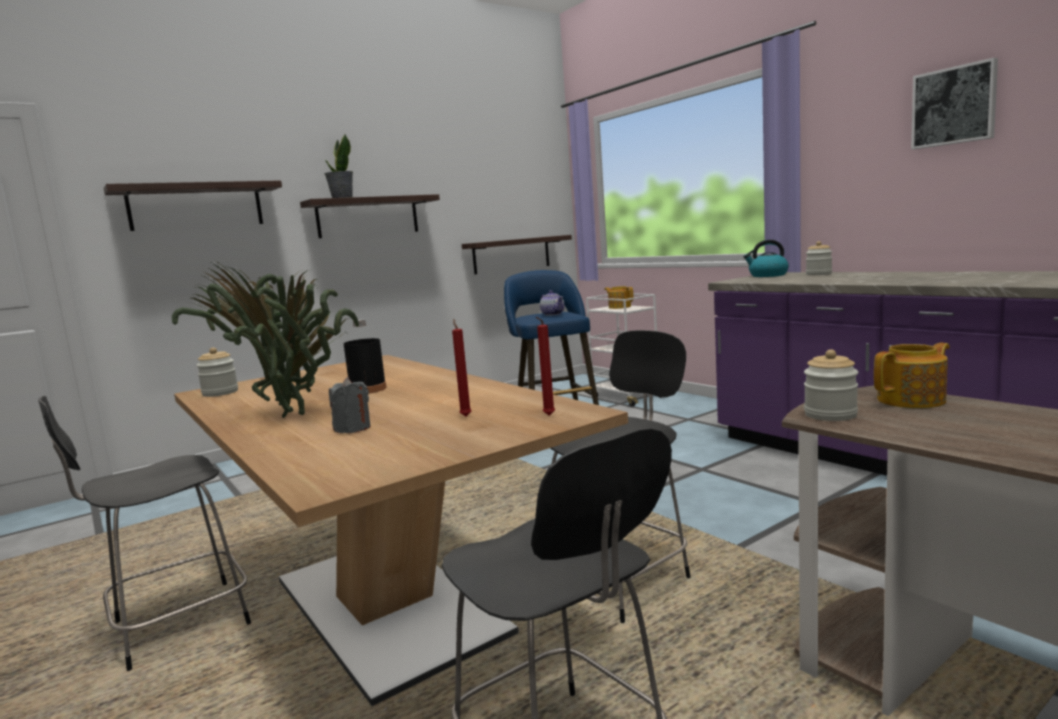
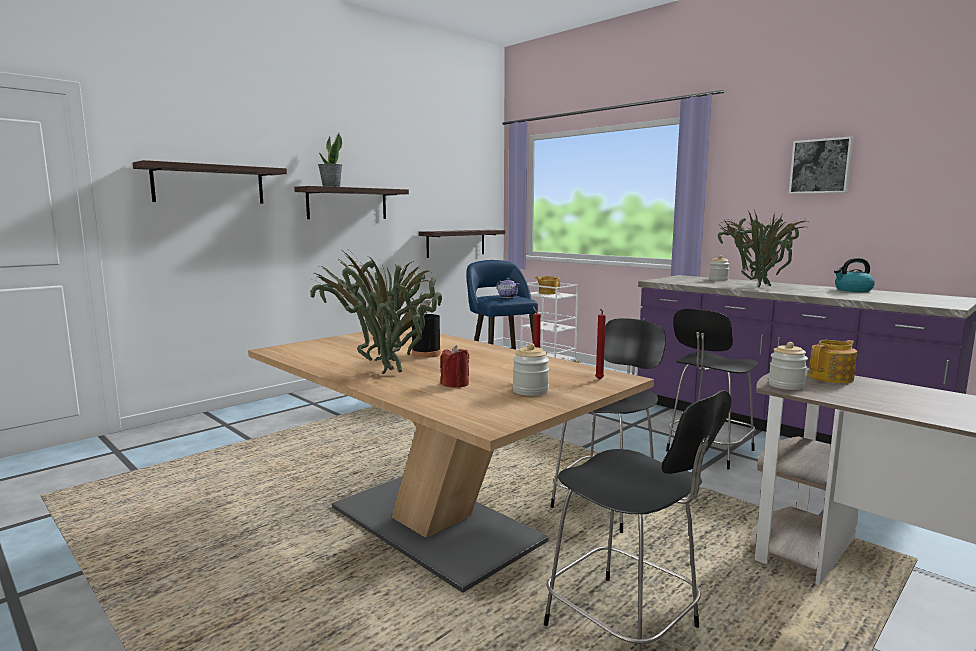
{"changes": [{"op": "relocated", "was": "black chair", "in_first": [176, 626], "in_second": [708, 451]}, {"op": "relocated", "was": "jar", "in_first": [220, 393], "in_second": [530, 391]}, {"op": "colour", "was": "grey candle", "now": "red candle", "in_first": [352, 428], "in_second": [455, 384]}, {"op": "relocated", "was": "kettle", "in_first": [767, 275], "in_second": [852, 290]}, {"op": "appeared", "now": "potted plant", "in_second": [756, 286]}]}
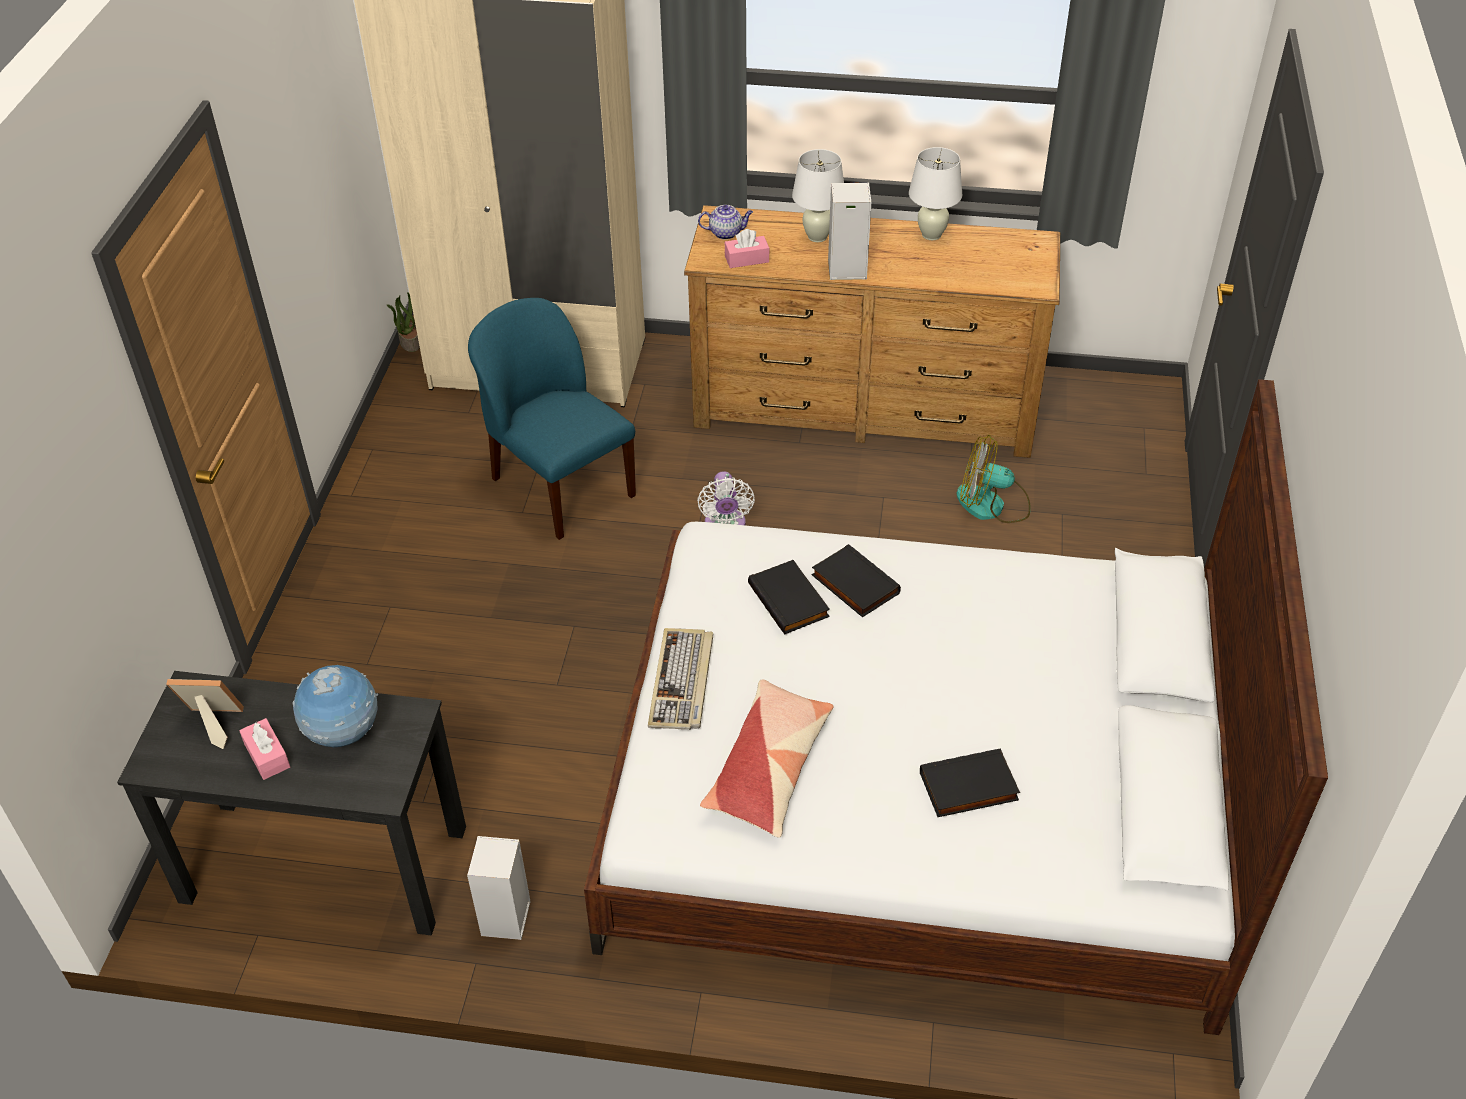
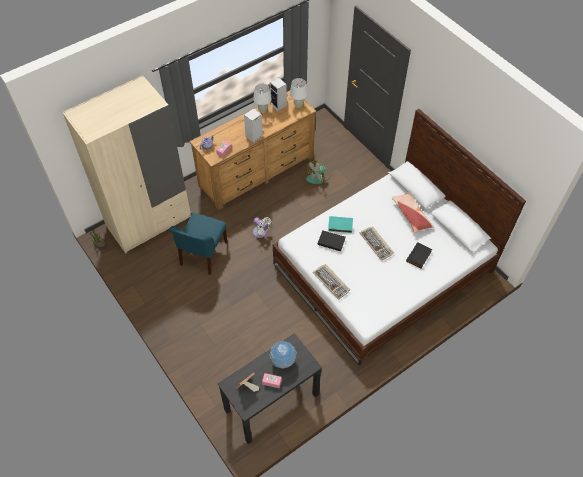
{"changes": [{"op": "relocated", "was": "speaker", "in_first": [506, 920], "in_second": [279, 105]}, {"op": "spun", "was": "blue chair", "in_first": [561, 486], "in_second": [203, 254], "clockwise": -75}, {"op": "relocated", "was": "pillow", "in_first": [769, 767], "in_second": [411, 215]}, {"op": "relocated", "was": "white table lamp", "in_first": [817, 237], "in_second": [298, 105]}, {"op": "colour", "was": "black book", "now": "turquoise book", "in_first": [853, 585], "in_second": [340, 226]}, {"op": "appeared", "now": "keyboard", "in_second": [376, 244]}]}
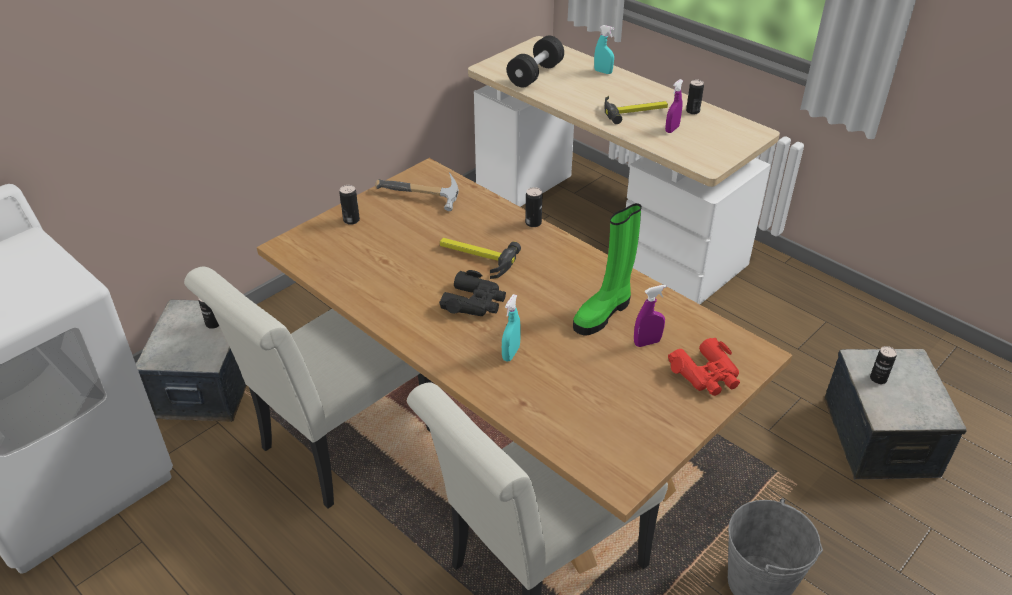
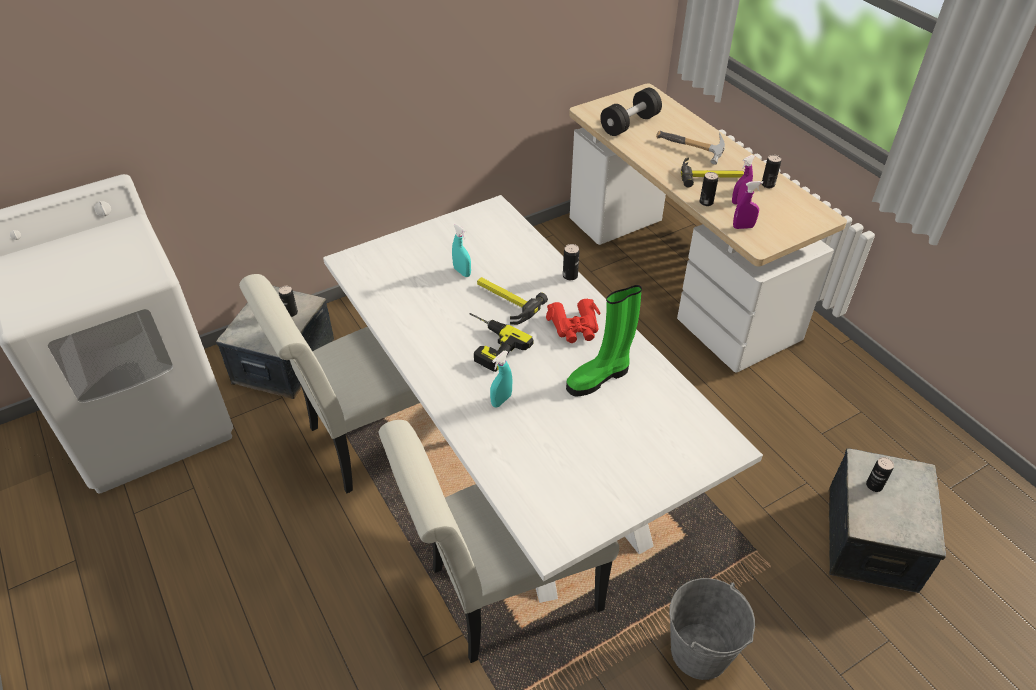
{"changes": [{"op": "colour", "was": "brown dining table", "now": "white dining table", "in_first": [507, 434], "in_second": [519, 460]}, {"op": "relocated", "was": "can", "in_first": [351, 220], "in_second": [706, 202]}, {"op": "relocated", "was": "hammer", "in_first": [419, 199], "in_second": [690, 151]}, {"op": "exchanged", "was": "black binoculars", "now": "power drill", "in_first": [474, 302], "in_second": [488, 344]}, {"op": "relocated", "was": "turquoise spray bottle", "in_first": [603, 72], "in_second": [462, 272]}, {"op": "relocated", "was": "purple spray bottle", "in_first": [647, 342], "in_second": [743, 227]}, {"op": "relocated", "was": "red binoculars", "in_first": [706, 375], "in_second": [575, 327]}]}
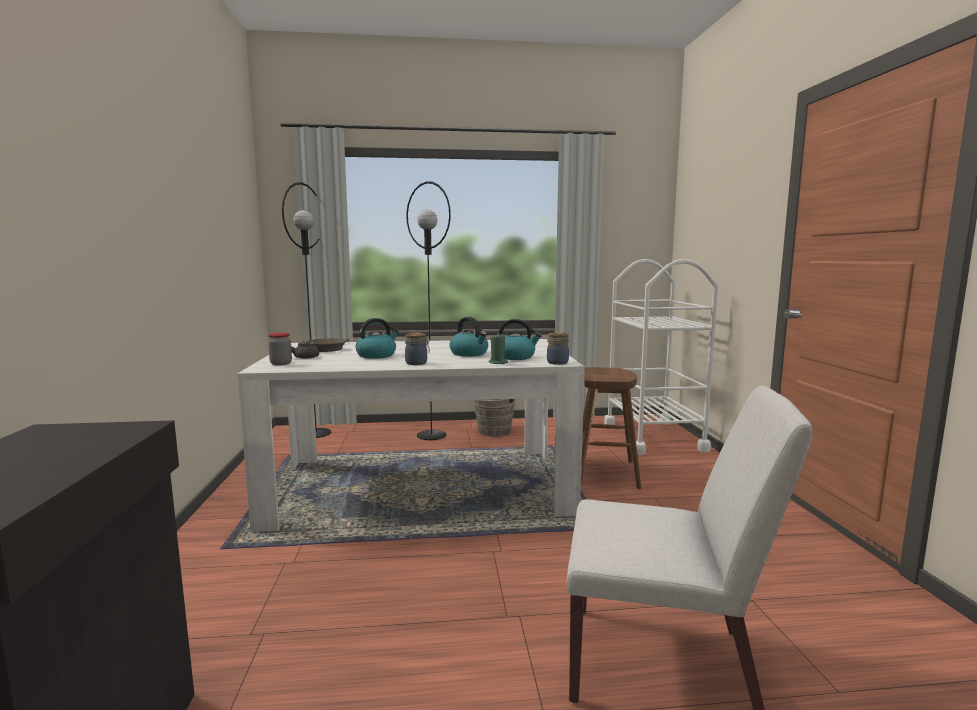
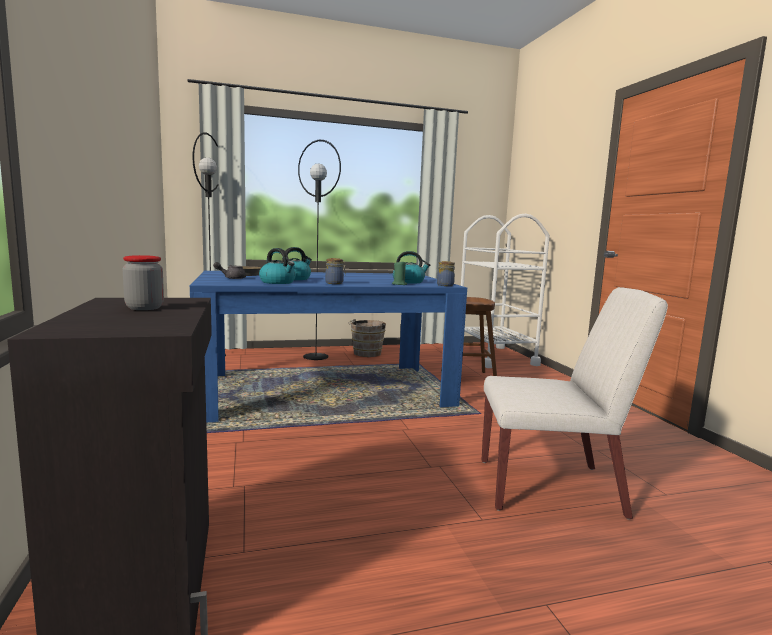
{"changes": [{"op": "colour", "was": "white dining table", "now": "blue dining table", "in_first": [421, 486], "in_second": [324, 391]}, {"op": "relocated", "was": "jar", "in_first": [281, 364], "in_second": [144, 308]}, {"op": "relocated", "was": "kettle", "in_first": [469, 353], "in_second": [278, 282]}]}
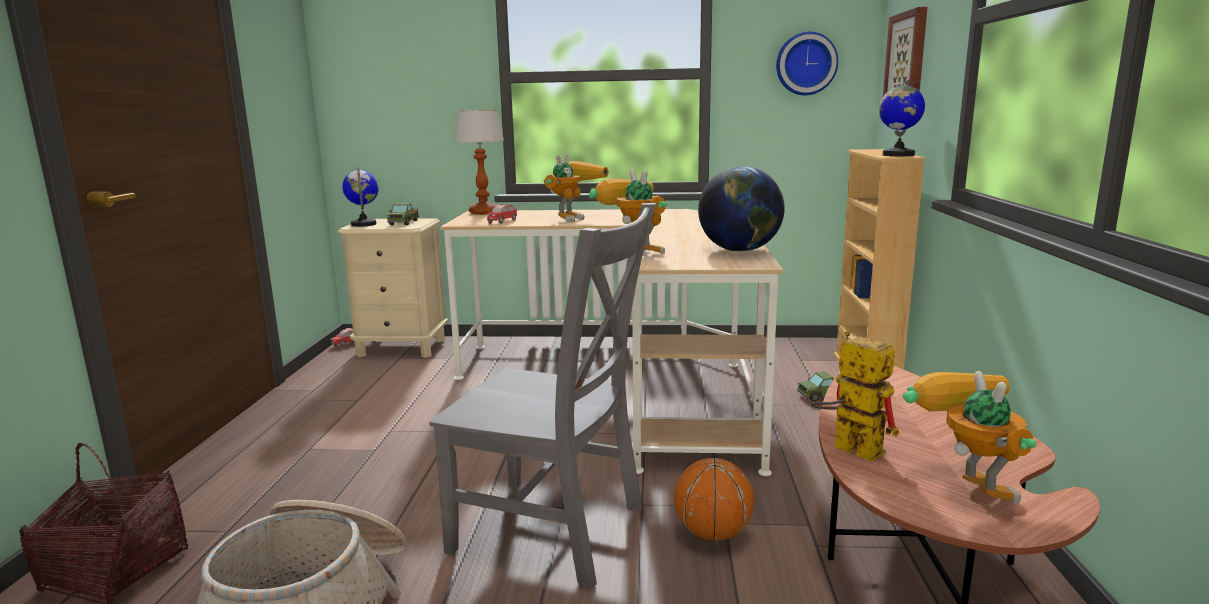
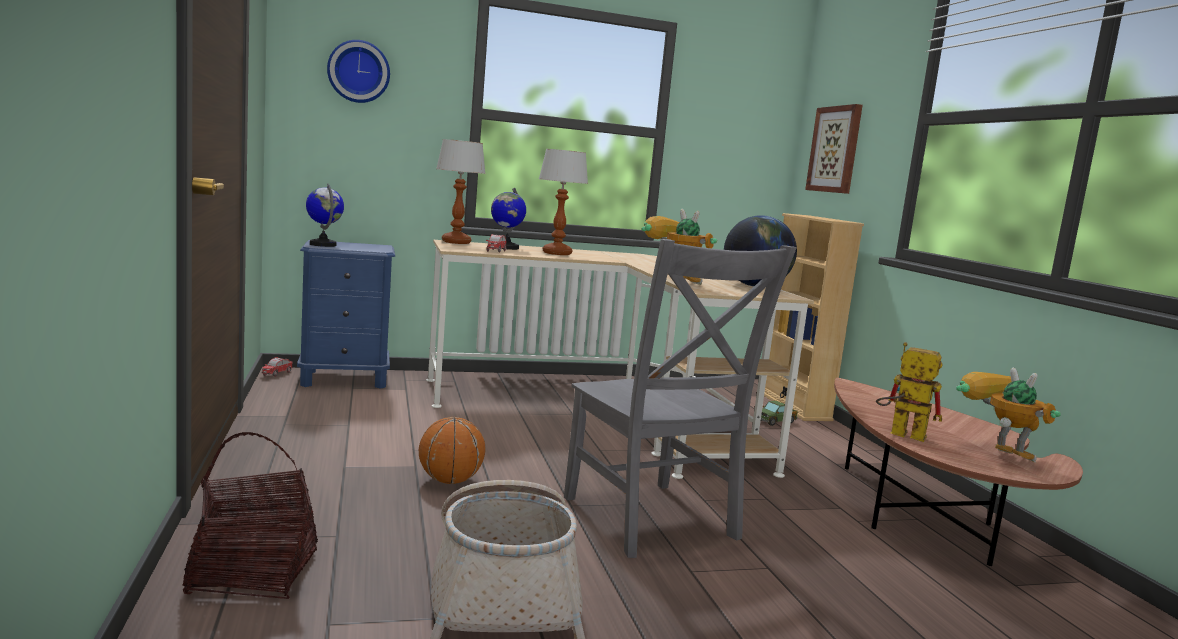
{"changes": [{"op": "colour", "was": "beige nightstand", "now": "blue nightstand", "in_first": [402, 348], "in_second": [344, 379]}, {"op": "missing", "was": "toy truck", "in_first": [404, 223]}, {"op": "spun", "was": "grey chair", "in_first": [555, 531], "in_second": [652, 521], "clockwise": 60}, {"op": "exchanged", "was": "toy robot", "now": "table lamp", "in_first": [573, 218], "in_second": [556, 253]}, {"op": "relocated", "was": "basketball", "in_first": [713, 534], "in_second": [450, 481]}, {"op": "relocated", "was": "wall clock", "in_first": [805, 64], "in_second": [359, 72]}, {"op": "relocated", "was": "globe", "in_first": [897, 155], "in_second": [506, 248]}]}
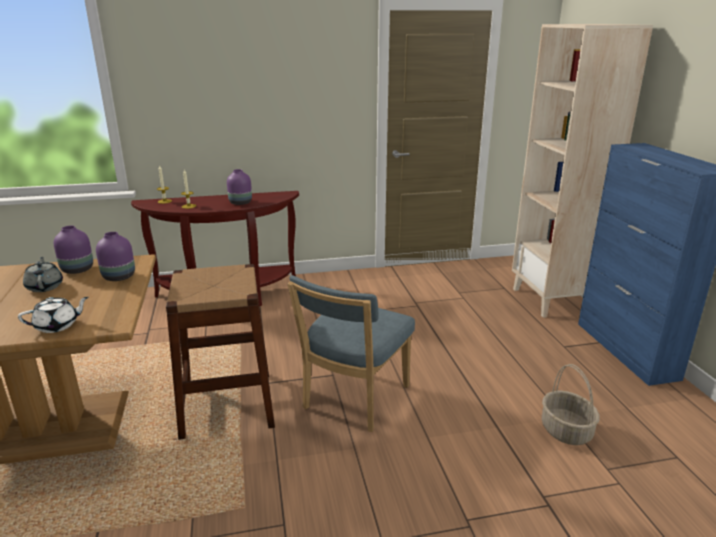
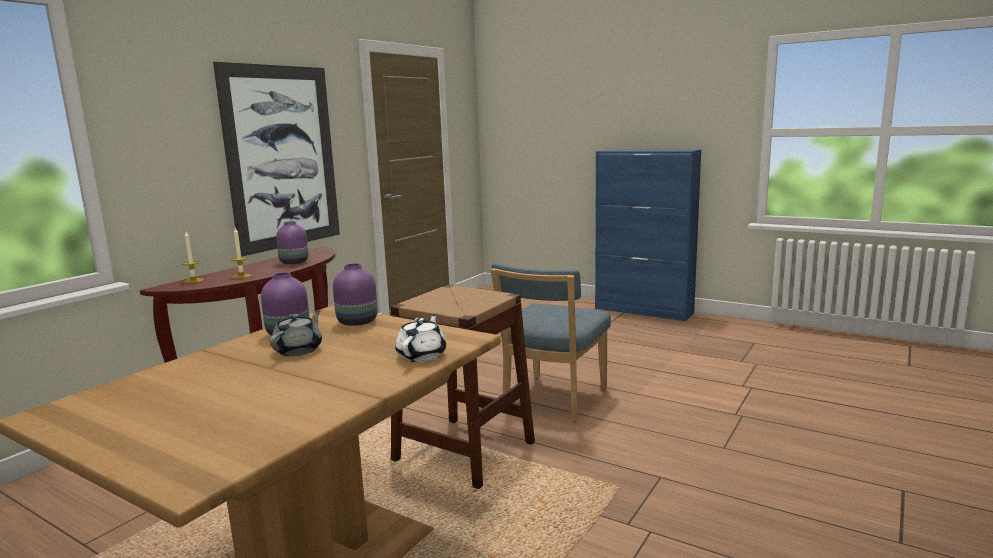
{"changes": [{"op": "spun", "was": "grey teapot", "in_first": [45, 286], "in_second": [299, 350], "clockwise": 90}, {"op": "spun", "was": "blue chair", "in_first": [353, 400], "in_second": [552, 401], "clockwise": 45}, {"op": "missing", "was": "beige bookcase", "in_first": [552, 300]}, {"op": "missing", "was": "basket", "in_first": [566, 431]}, {"op": "appeared", "now": "picture", "in_second": [282, 157]}]}
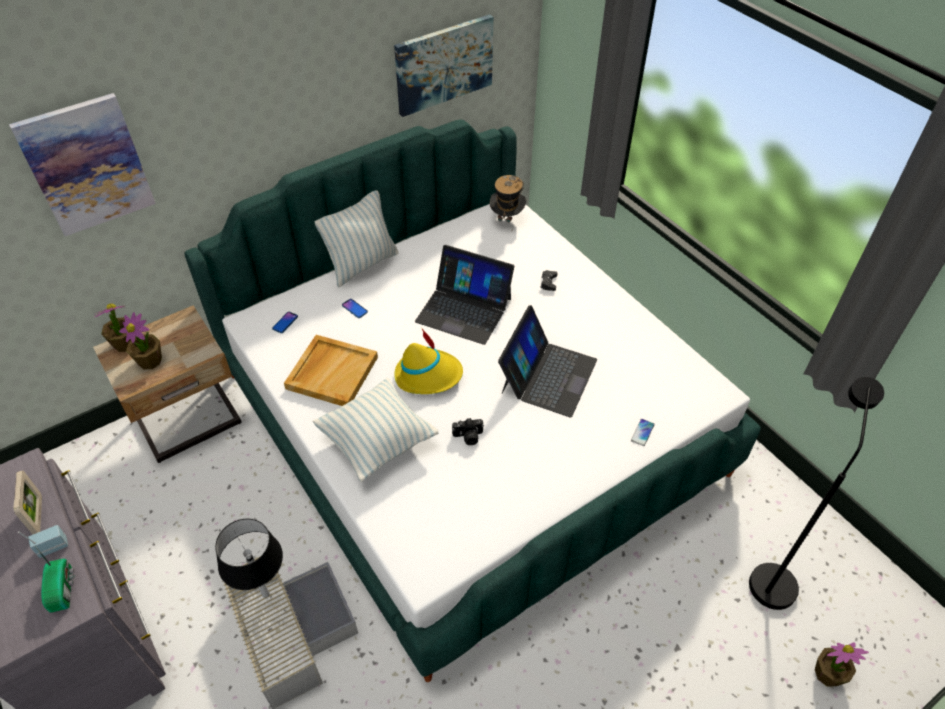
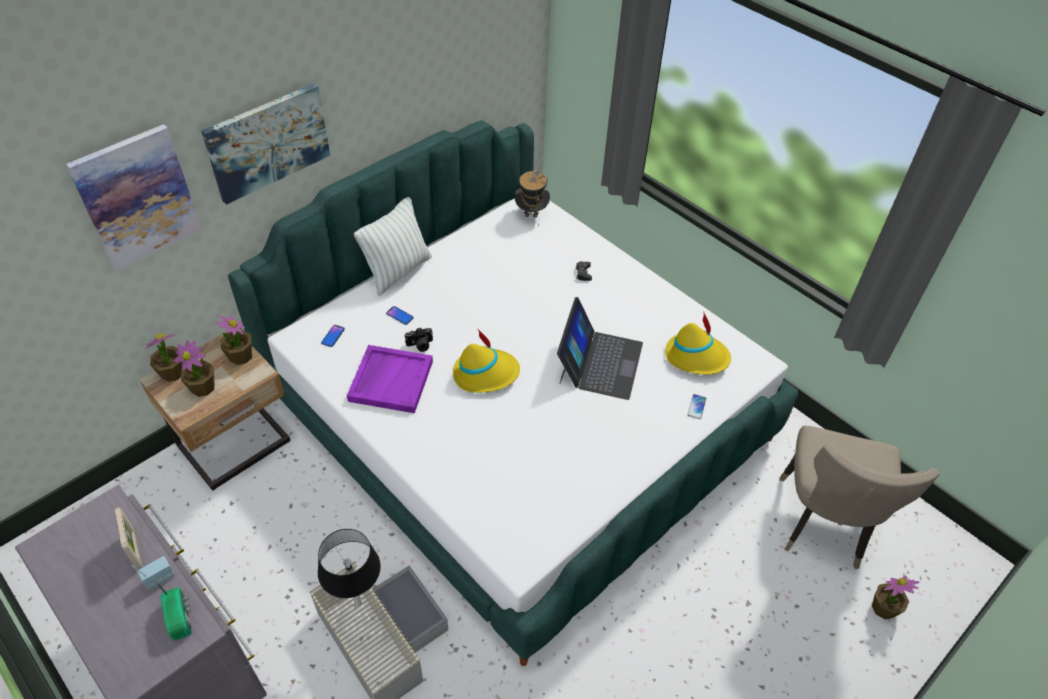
{"changes": [{"op": "colour", "was": "beige tray", "now": "purple tray", "in_first": [332, 372], "in_second": [390, 380]}, {"op": "missing", "was": "pillow", "in_first": [377, 442]}, {"op": "relocated", "was": "picture", "in_first": [444, 64], "in_second": [268, 142]}, {"op": "missing", "was": "laptop", "in_first": [464, 309]}, {"op": "relocated", "was": "photo camera", "in_first": [468, 437], "in_second": [420, 345]}, {"op": "exchanged", "was": "black floor lamp", "now": "beige chair", "in_first": [772, 575], "in_second": [822, 526]}, {"op": "appeared", "now": "potted plant", "in_second": [240, 356]}, {"op": "appeared", "now": "yellow hat", "in_second": [696, 356]}]}
